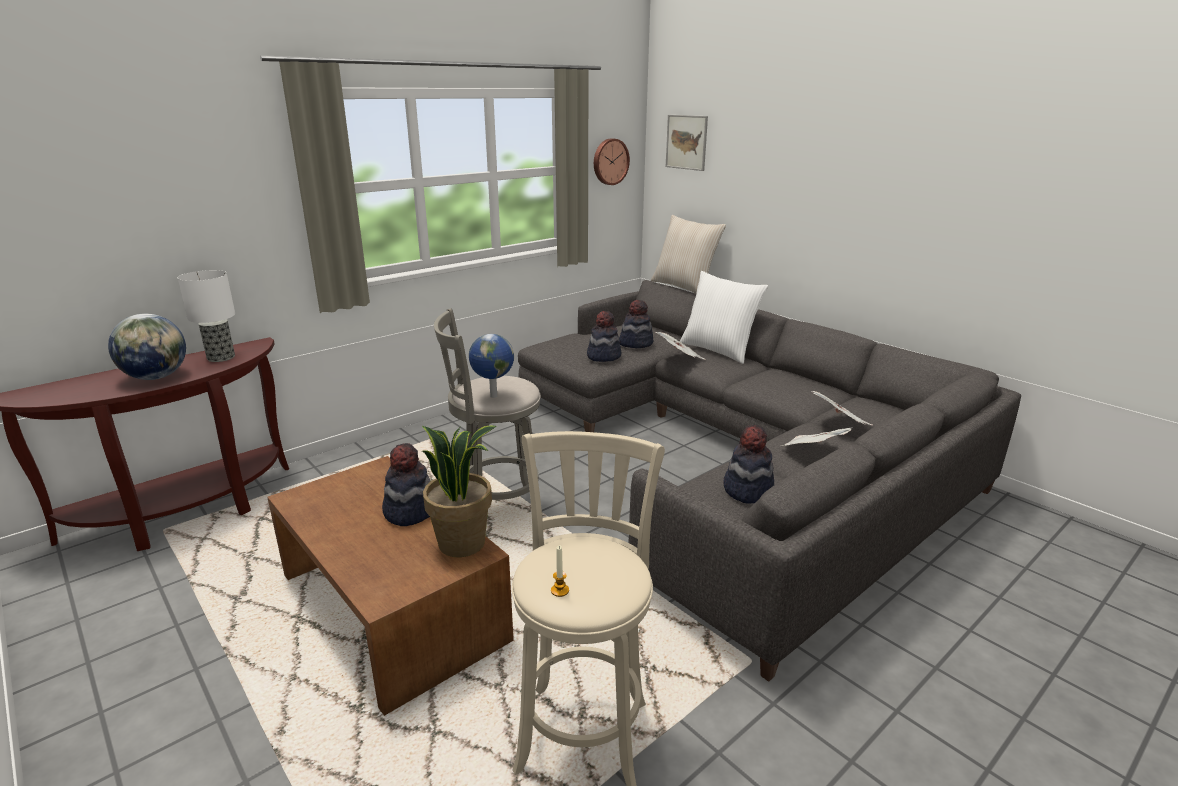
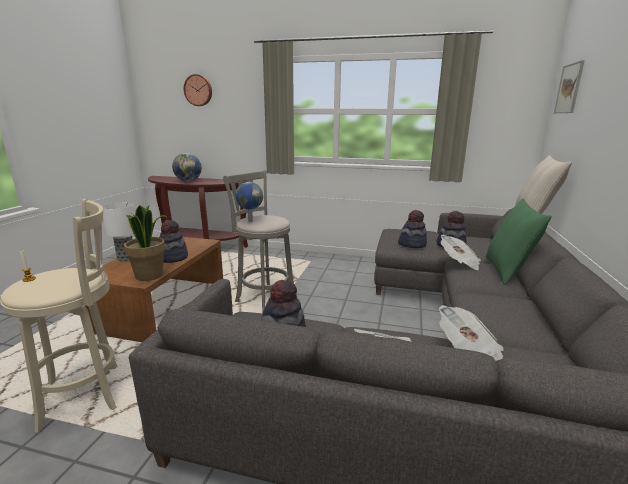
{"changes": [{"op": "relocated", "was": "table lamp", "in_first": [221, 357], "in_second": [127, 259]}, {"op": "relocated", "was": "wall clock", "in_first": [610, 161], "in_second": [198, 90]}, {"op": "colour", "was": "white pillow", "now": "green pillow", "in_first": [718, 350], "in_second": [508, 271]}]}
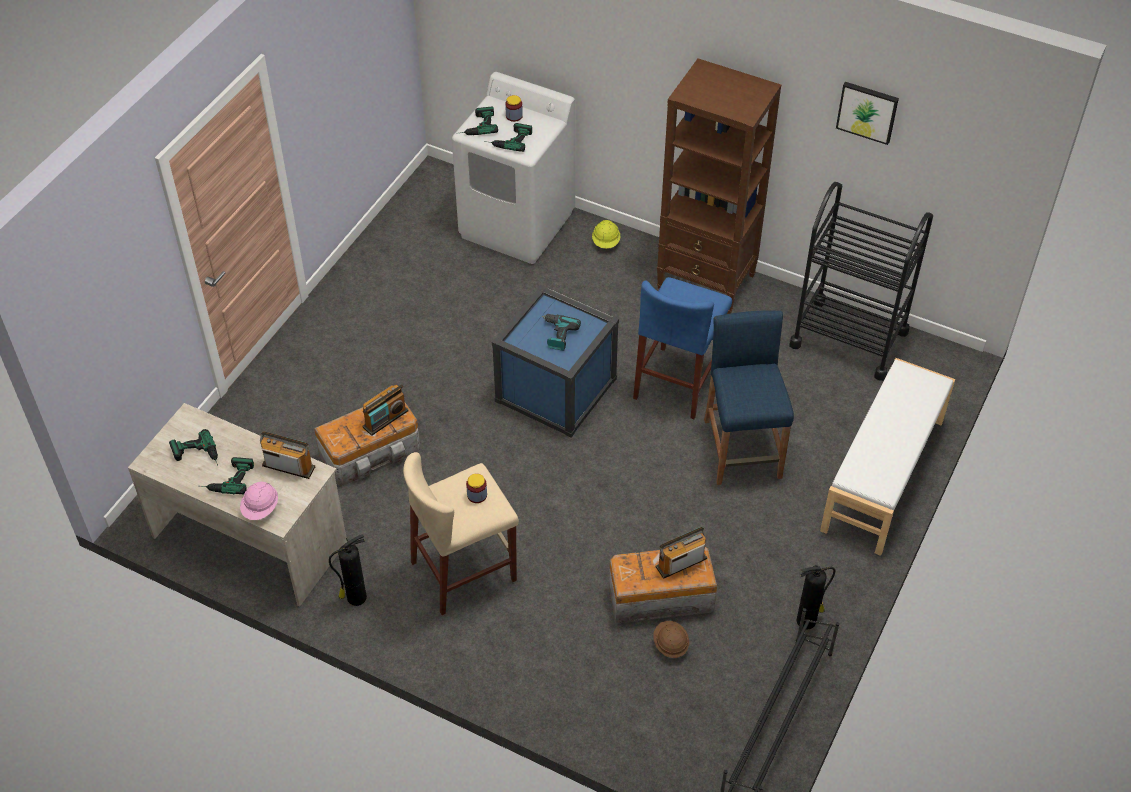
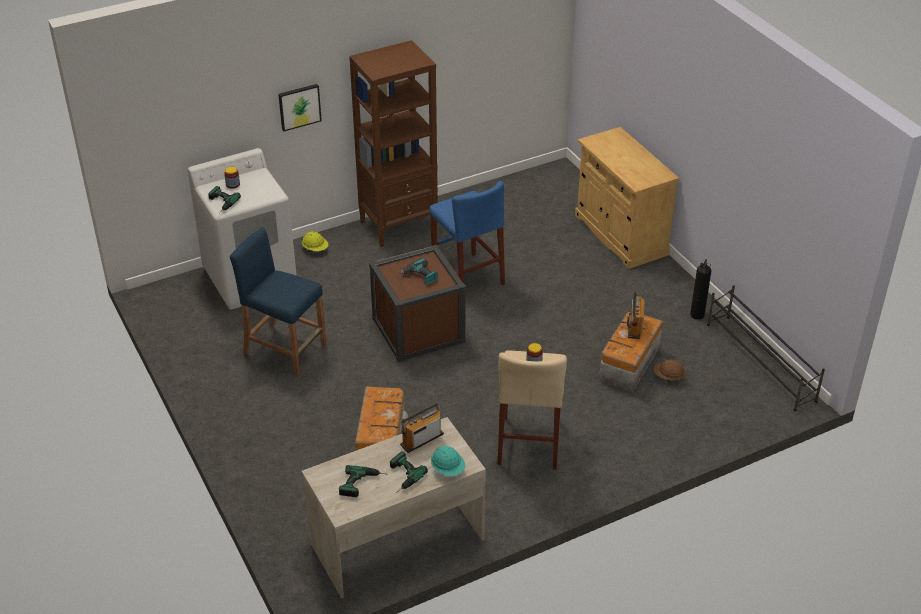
{"changes": [{"op": "colour", "was": "pink hard hat", "now": "turquoise hard hat", "in_first": [261, 509], "in_second": [448, 469]}, {"op": "missing", "was": "fire extinguisher", "in_first": [355, 598]}, {"op": "missing", "was": "radio", "in_first": [385, 419]}, {"op": "missing", "was": "power drill", "in_first": [508, 139]}, {"op": "colour", "was": "blue storage box", "now": "brown storage box", "in_first": [556, 390], "in_second": [418, 330]}, {"op": "relocated", "was": "blue stool", "in_first": [742, 448], "in_second": [285, 349]}, {"op": "missing", "was": "black cart", "in_first": [849, 338]}, {"op": "exchanged", "was": "white bench", "now": "beige cabinet", "in_first": [884, 475], "in_second": [620, 235]}, {"op": "relocated", "was": "picture", "in_first": [867, 111], "in_second": [299, 106]}]}
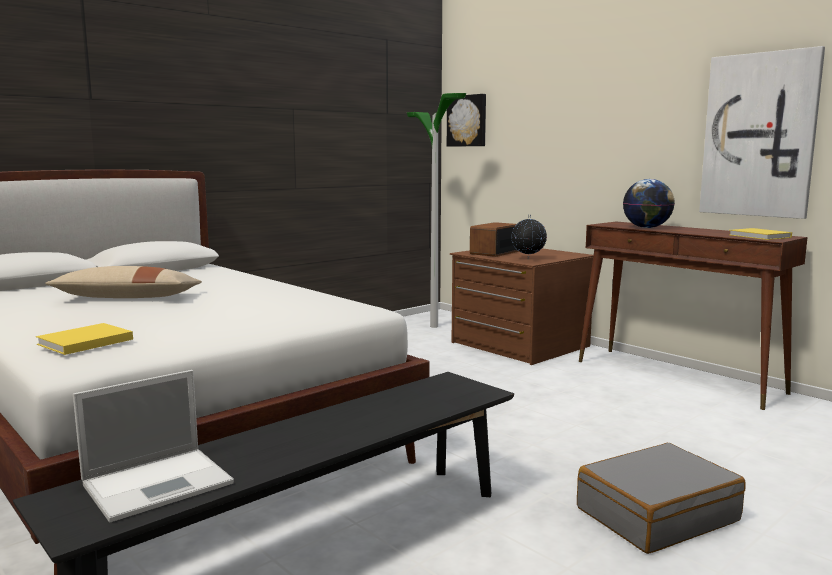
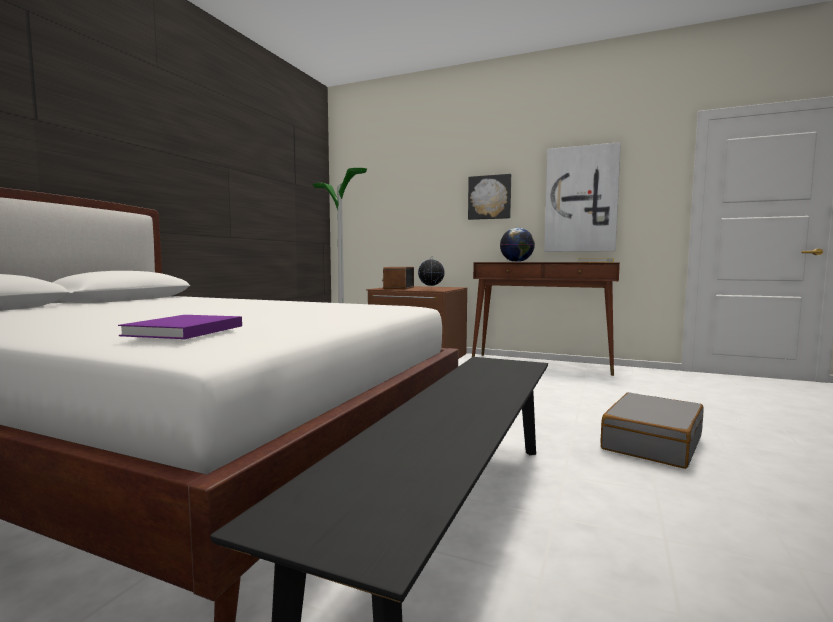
{"changes": [{"op": "colour", "was": "yellow book", "now": "purple book", "in_first": [83, 342], "in_second": [182, 331]}, {"op": "missing", "was": "beige pillow", "in_first": [128, 298]}, {"op": "missing", "was": "laptop", "in_first": [160, 483]}, {"op": "relocated", "was": "picture", "in_first": [467, 121], "in_second": [489, 197]}]}
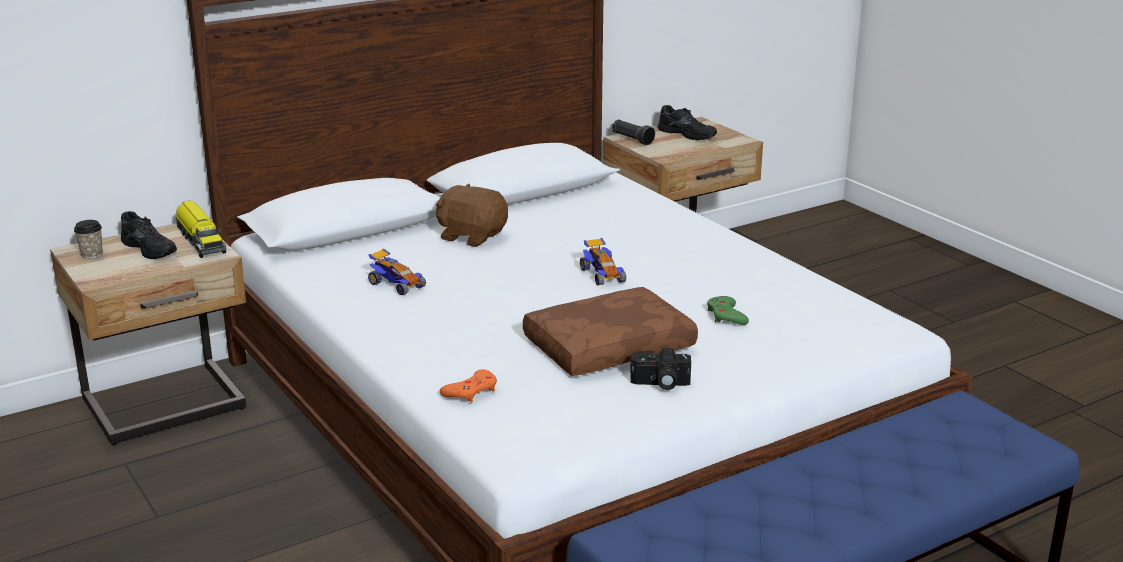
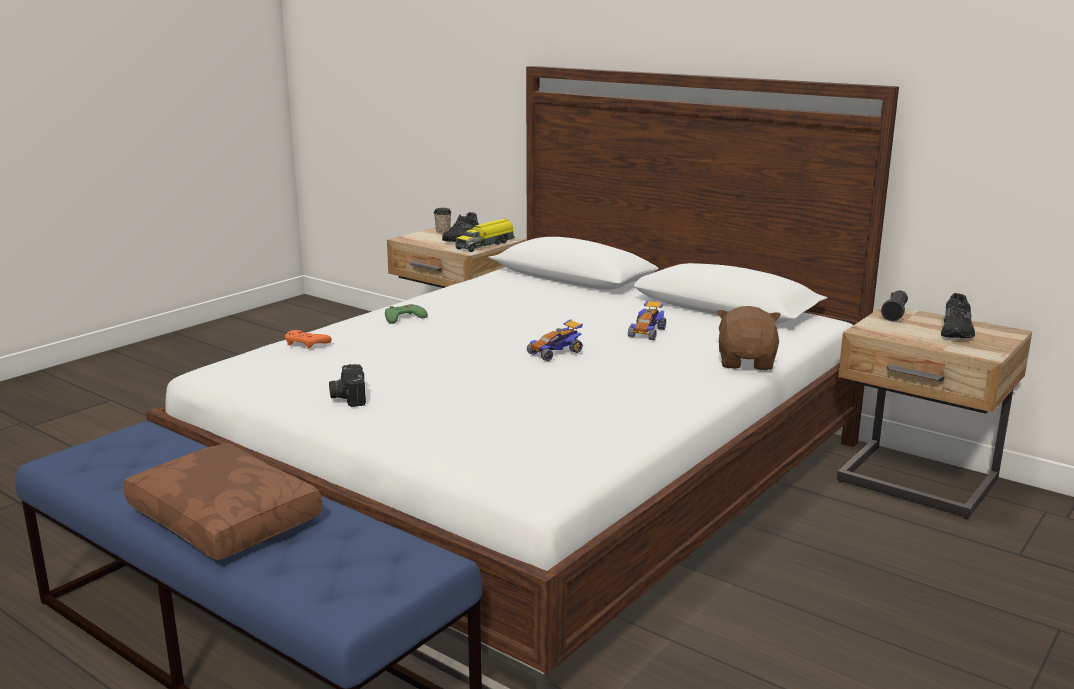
{"changes": [{"op": "relocated", "was": "toy car", "in_first": [395, 285], "in_second": [647, 332]}, {"op": "relocated", "was": "brown plush toy", "in_first": [472, 236], "in_second": [747, 362]}, {"op": "relocated", "was": "brown pillow", "in_first": [609, 346], "in_second": [228, 518]}, {"op": "relocated", "was": "green game controller", "in_first": [726, 315], "in_second": [404, 318]}]}
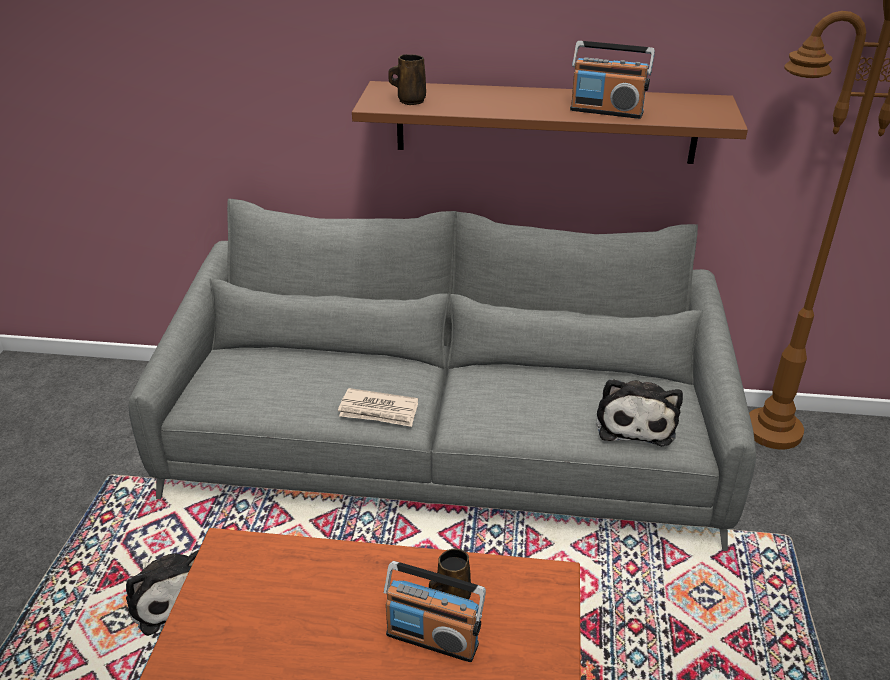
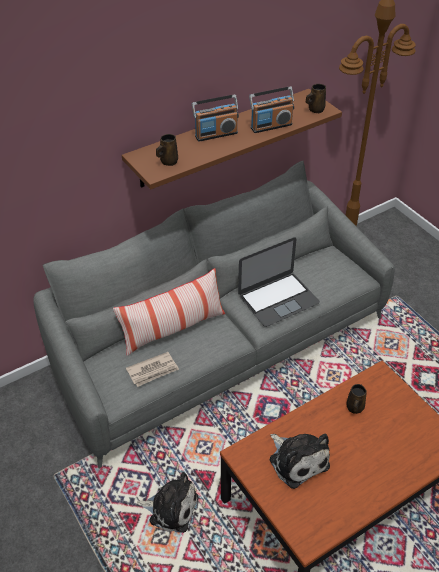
{"changes": [{"op": "relocated", "was": "newspaper", "in_first": [379, 411], "in_second": [153, 371]}, {"op": "relocated", "was": "radio", "in_first": [432, 638], "in_second": [216, 134]}, {"op": "relocated", "was": "plush toy", "in_first": [635, 422], "in_second": [297, 460]}, {"op": "appeared", "now": "pillow", "in_second": [173, 329]}, {"op": "appeared", "now": "laptop", "in_second": [278, 299]}, {"op": "appeared", "now": "brown mug", "in_second": [315, 110]}]}
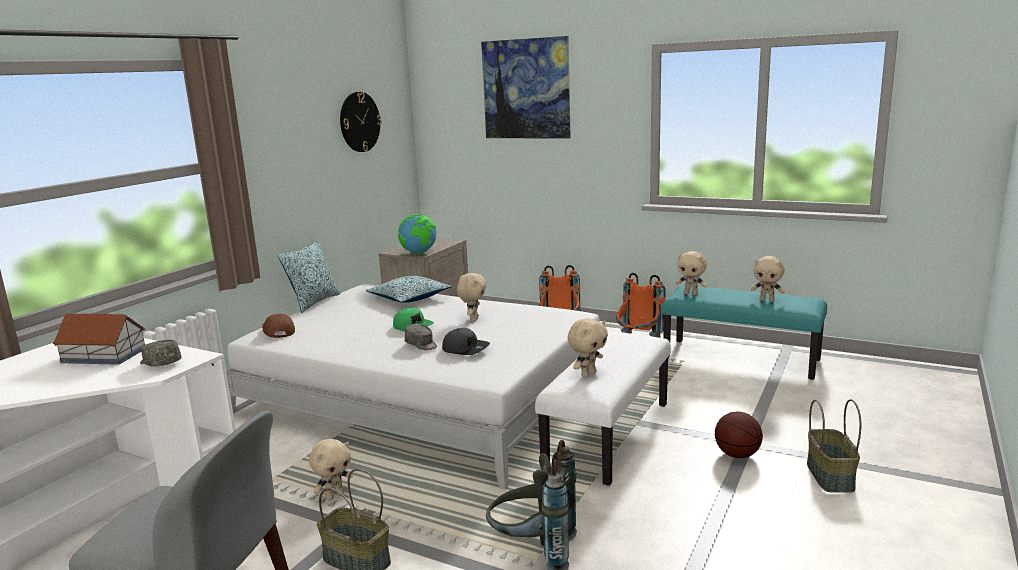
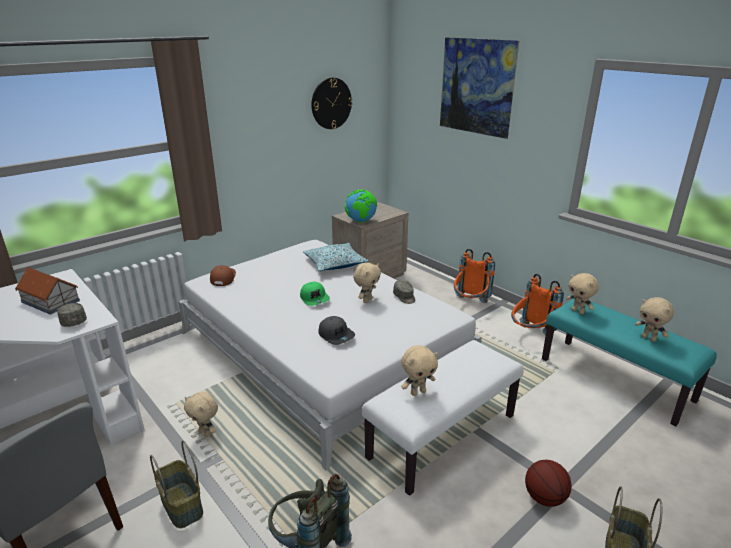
{"changes": [{"op": "missing", "was": "pillow", "in_first": [314, 302]}, {"op": "spun", "was": "beige plush toy", "in_first": [335, 495], "in_second": [206, 433], "clockwise": 60}, {"op": "relocated", "was": "grey cap", "in_first": [421, 344], "in_second": [404, 297]}]}
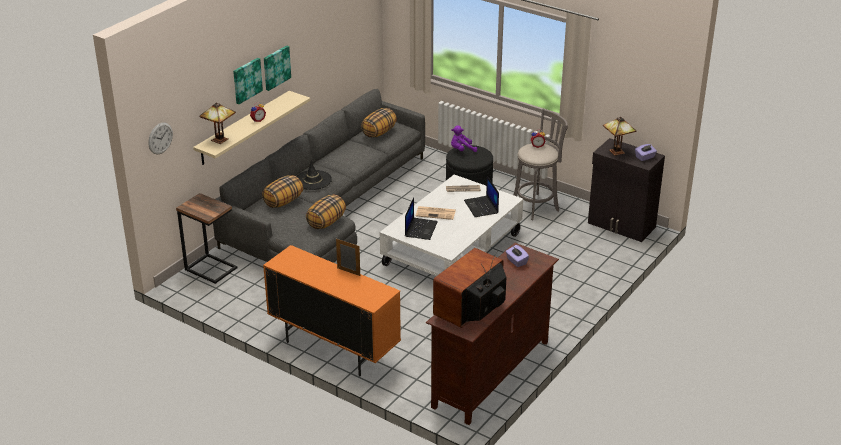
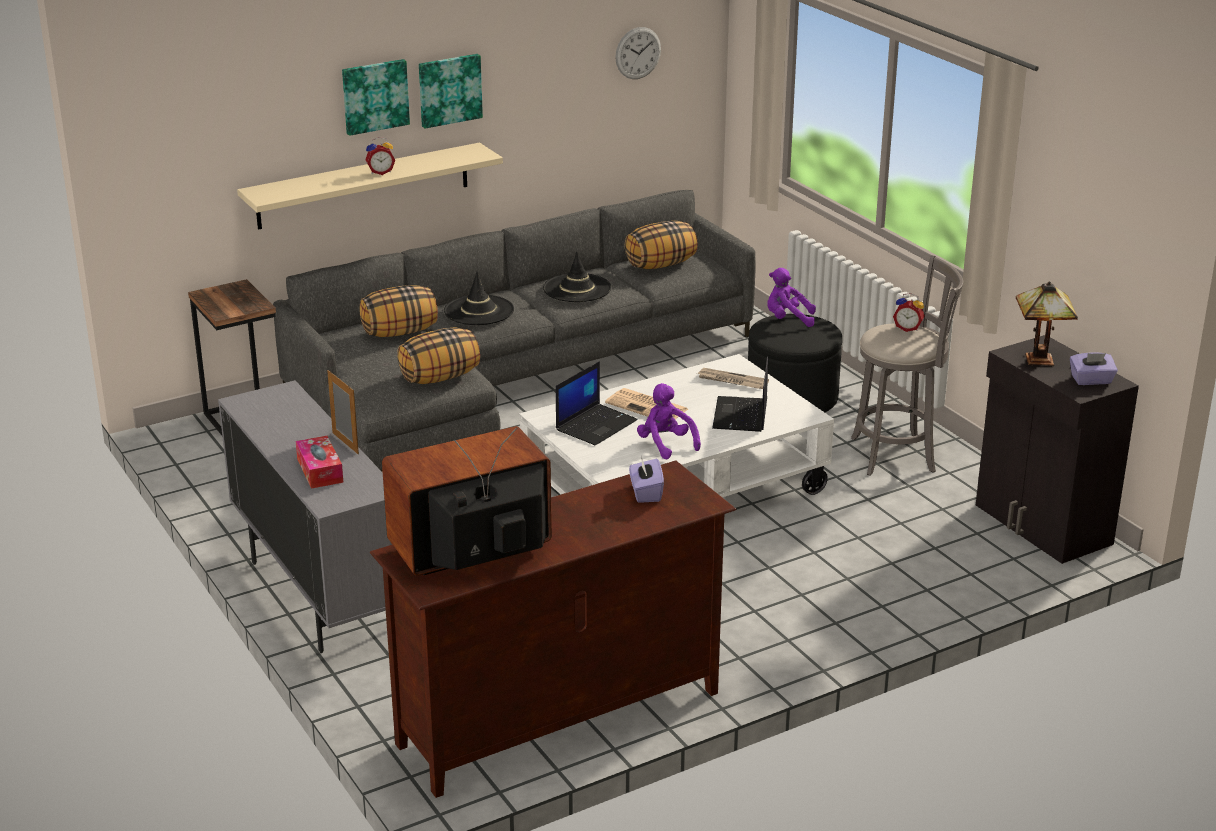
{"changes": [{"op": "relocated", "was": "wall clock", "in_first": [160, 138], "in_second": [638, 53]}, {"op": "missing", "was": "table lamp", "in_first": [220, 139]}, {"op": "colour", "was": "orange cabinet", "now": "grey cabinet", "in_first": [334, 349], "in_second": [319, 595]}, {"op": "appeared", "now": "tissue box", "in_second": [320, 470]}, {"op": "appeared", "now": "black hat", "in_second": [577, 288]}, {"op": "appeared", "now": "purple plush toy", "in_second": [665, 444]}]}
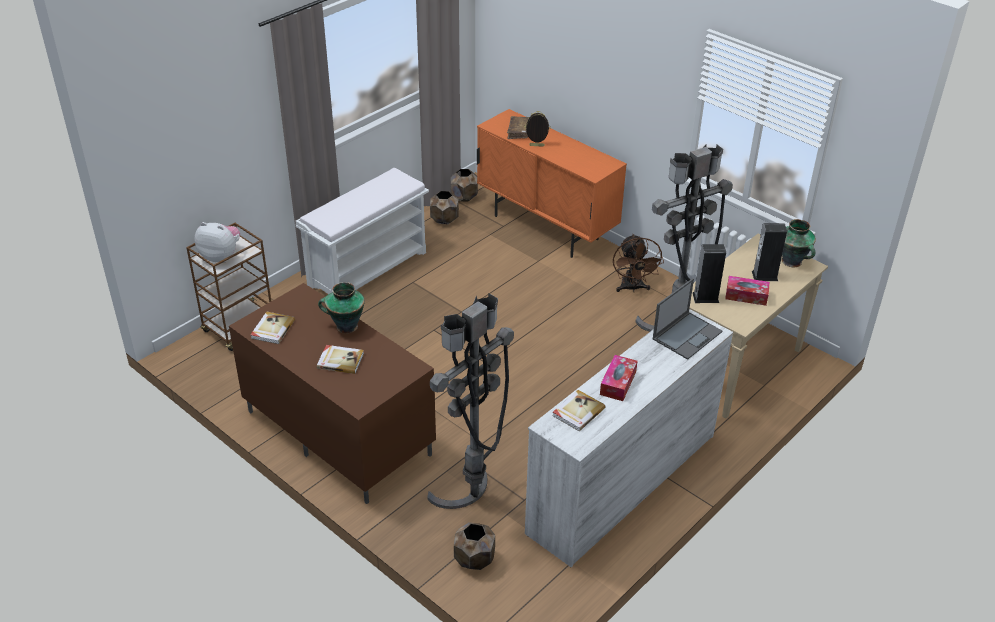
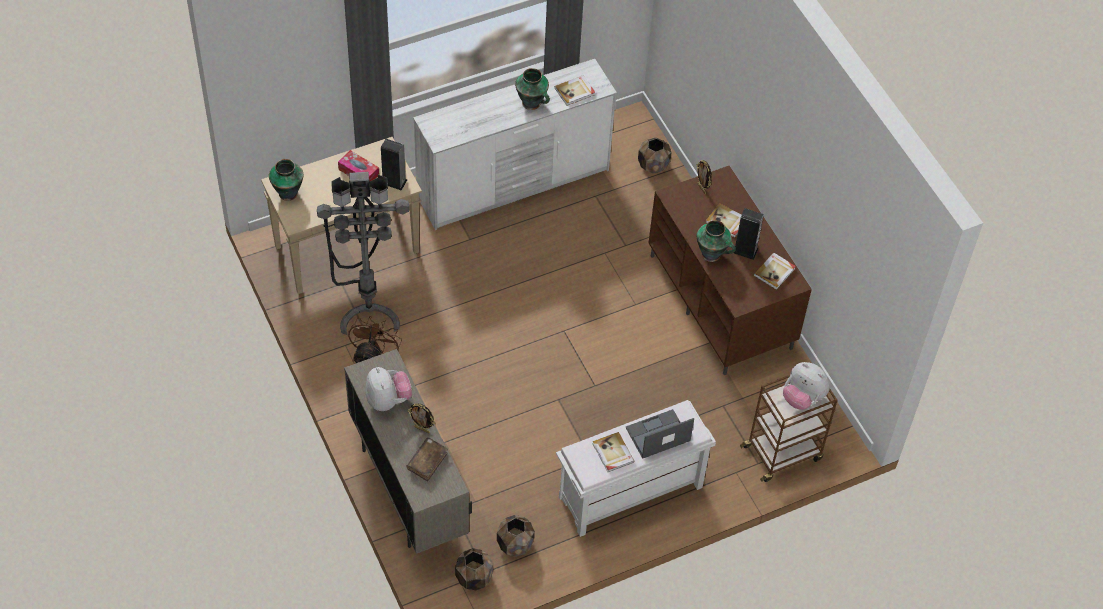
{"changes": [{"op": "missing", "was": "grey floor lamp", "in_first": [471, 495]}, {"op": "colour", "was": "orange cabinet", "now": "beige cabinet", "in_first": [546, 228], "in_second": [408, 489]}, {"op": "exchanged", "was": "tissue box", "now": "vase", "in_first": [618, 383], "in_second": [532, 103]}, {"op": "relocated", "was": "laptop", "in_first": [687, 335], "in_second": [657, 435]}, {"op": "relocated", "was": "speaker", "in_first": [764, 276], "in_second": [745, 250]}, {"op": "appeared", "now": "plush toy", "in_second": [388, 400]}, {"op": "appeared", "now": "book", "in_second": [612, 453]}, {"op": "appeared", "now": "picture frame", "in_second": [702, 189]}]}
